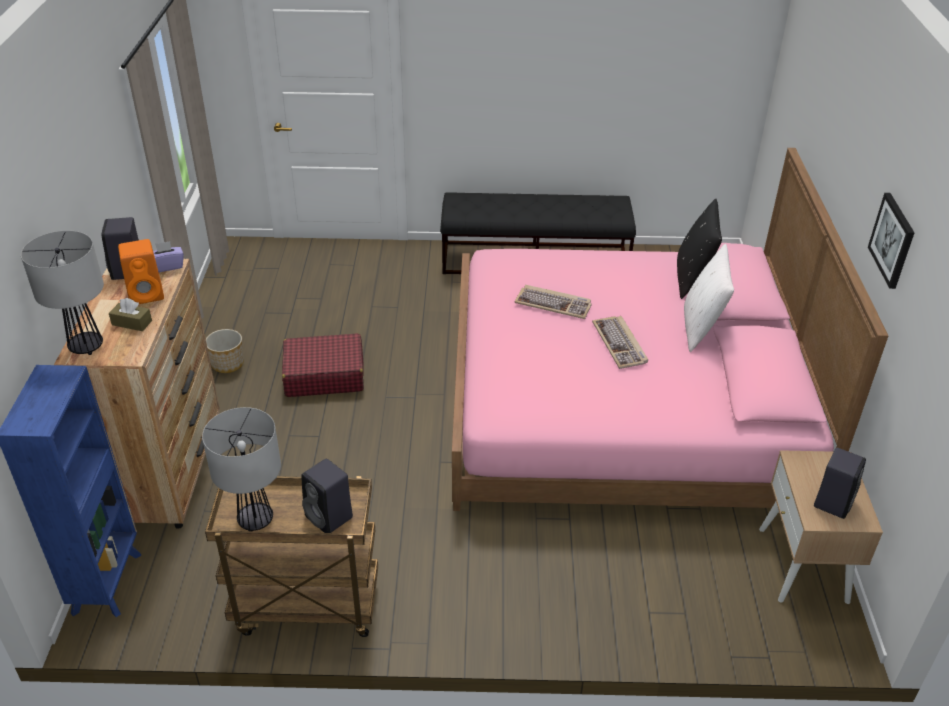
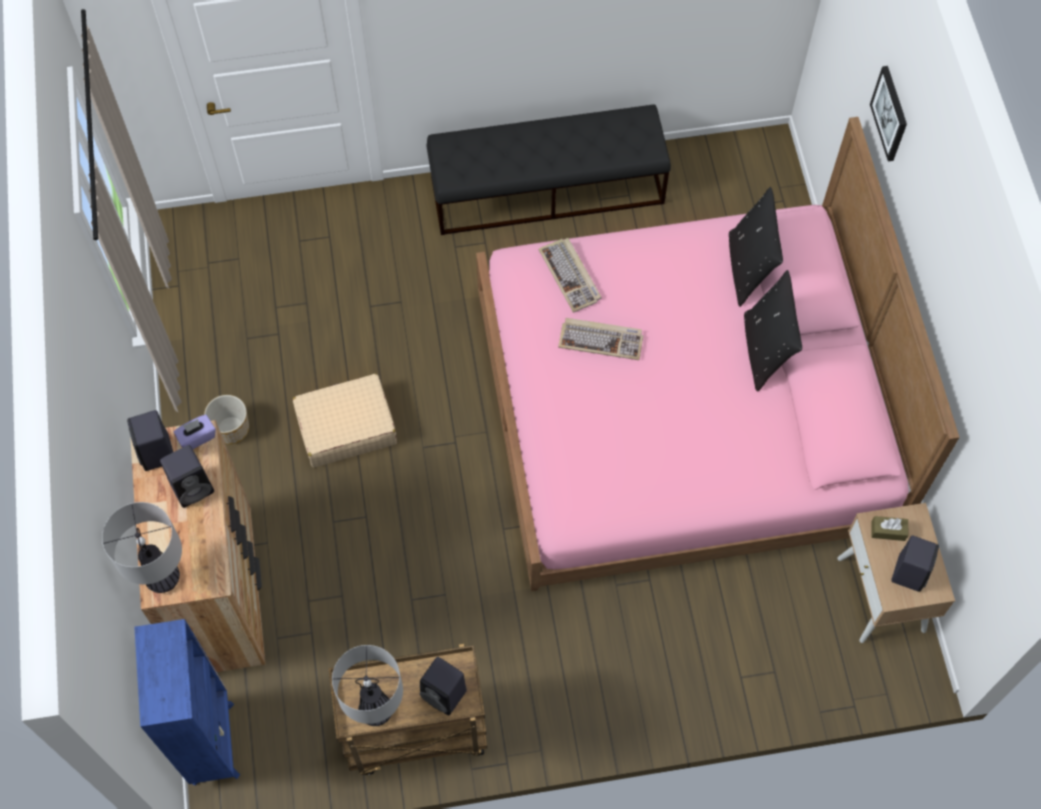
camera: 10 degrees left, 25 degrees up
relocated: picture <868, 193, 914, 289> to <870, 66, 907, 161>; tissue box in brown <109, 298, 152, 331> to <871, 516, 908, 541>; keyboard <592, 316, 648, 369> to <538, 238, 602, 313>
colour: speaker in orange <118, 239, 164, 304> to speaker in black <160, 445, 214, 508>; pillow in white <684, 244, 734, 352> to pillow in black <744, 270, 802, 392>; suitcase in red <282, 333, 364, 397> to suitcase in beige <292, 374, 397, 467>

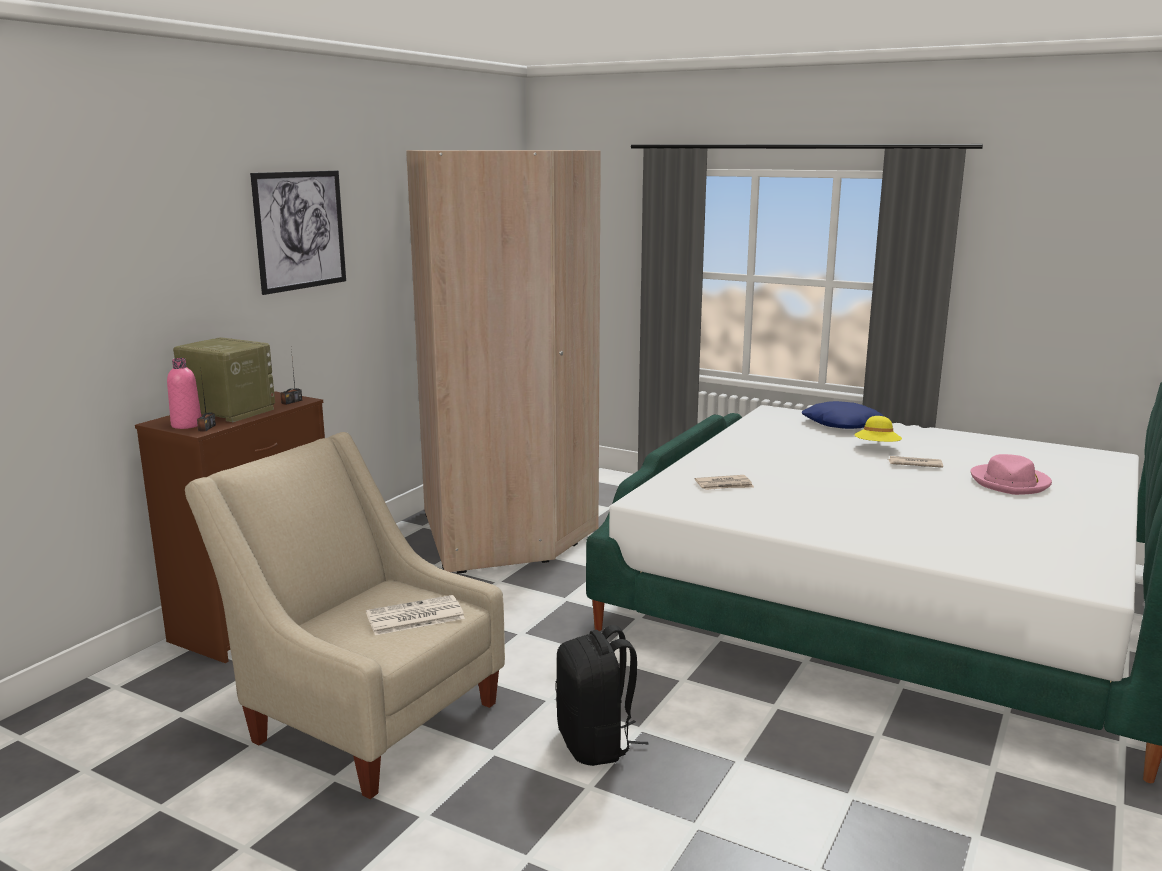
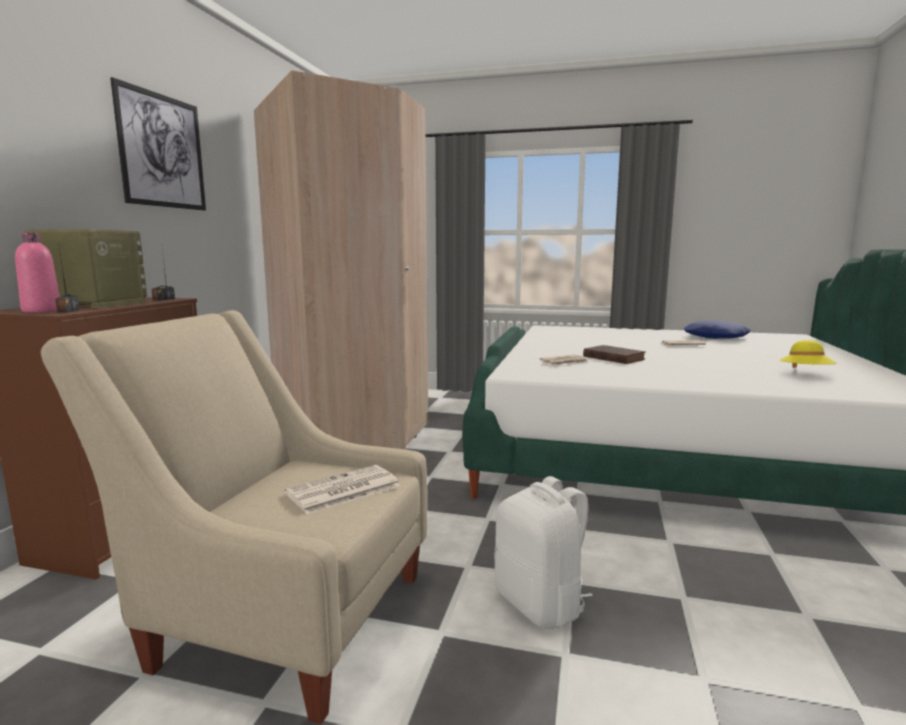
camera: 15 degrees left, 5 degrees down
missing: hat in pink <970, 454, 1052, 495>
appeared: book in brown <583, 345, 646, 364>
relocated: pillow in blue <802, 401, 883, 429> to <684, 321, 750, 339>; hat in yellow <854, 416, 902, 442> to <780, 340, 836, 368>
colour: backpack in black <555, 625, 648, 766> to backpack in white <494, 476, 593, 629>

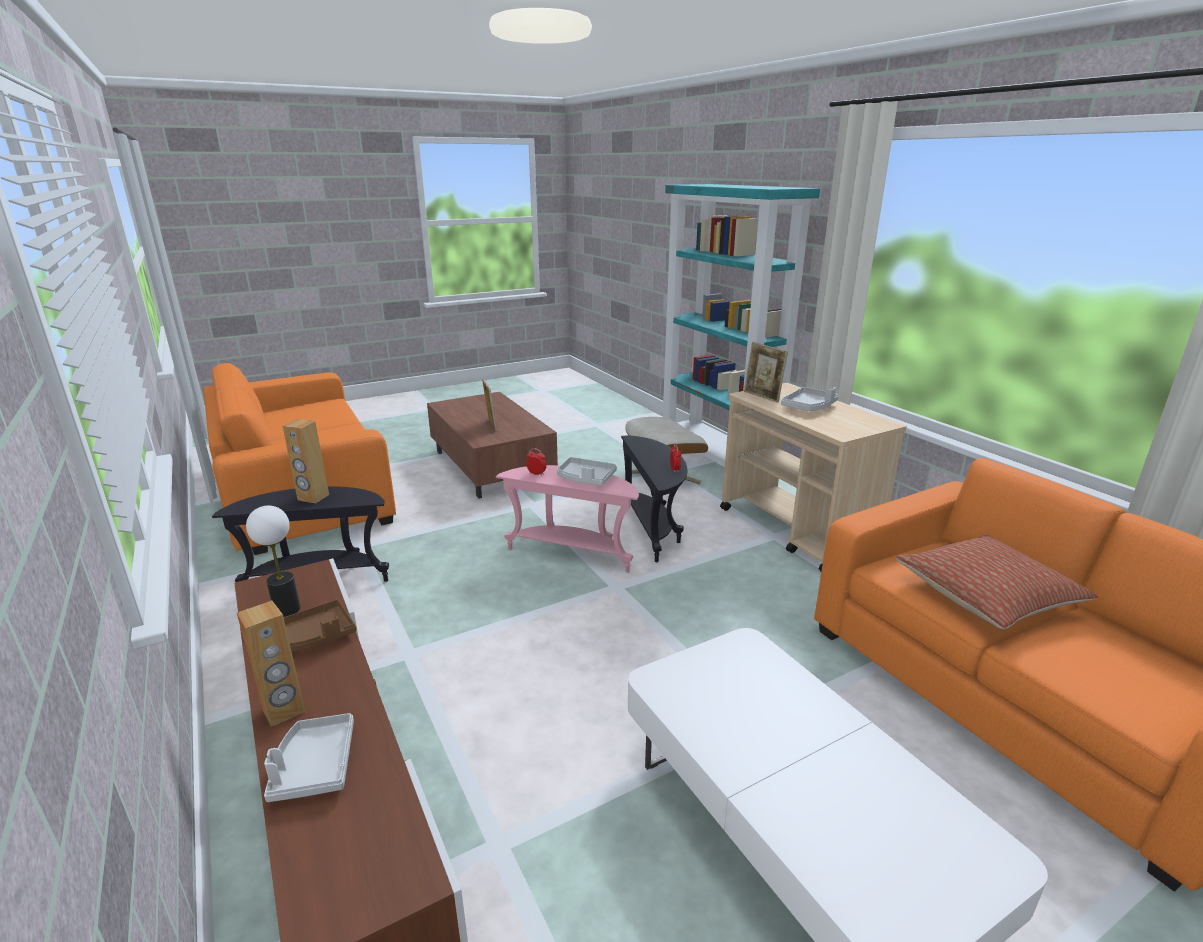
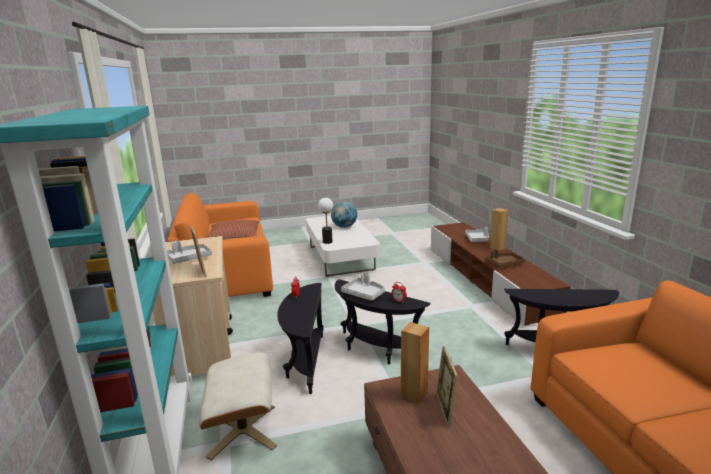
camera: 165 degrees left, 5 degrees down
appeared: globe <331, 202, 357, 228>
relocated: speaker in brown <283, 419, 329, 503> to <401, 322, 429, 404>; table lamp <246, 505, 300, 617> to <318, 198, 333, 244>
colour: side table in pink <496, 465, 639, 573> to side table in black <335, 279, 431, 364>

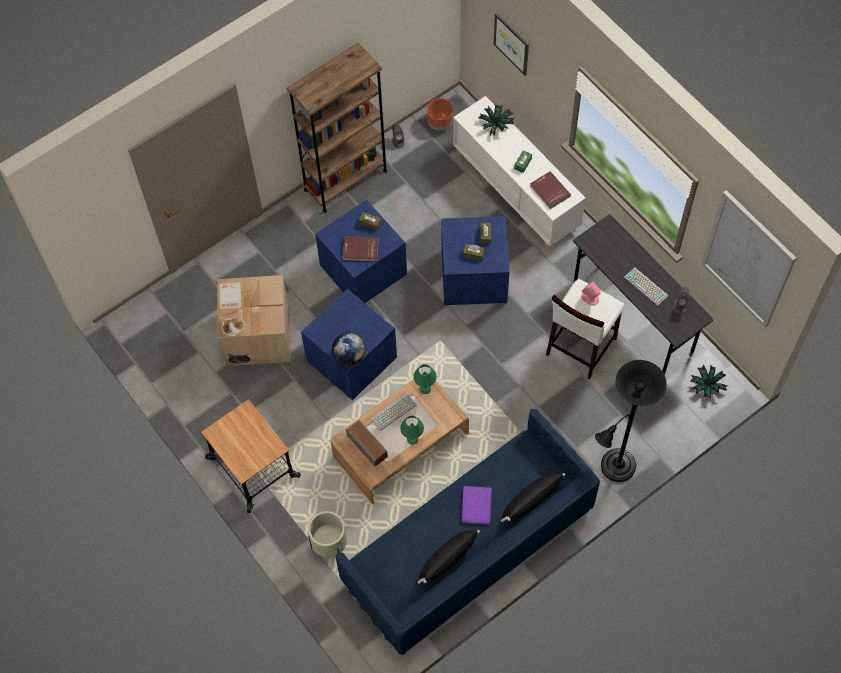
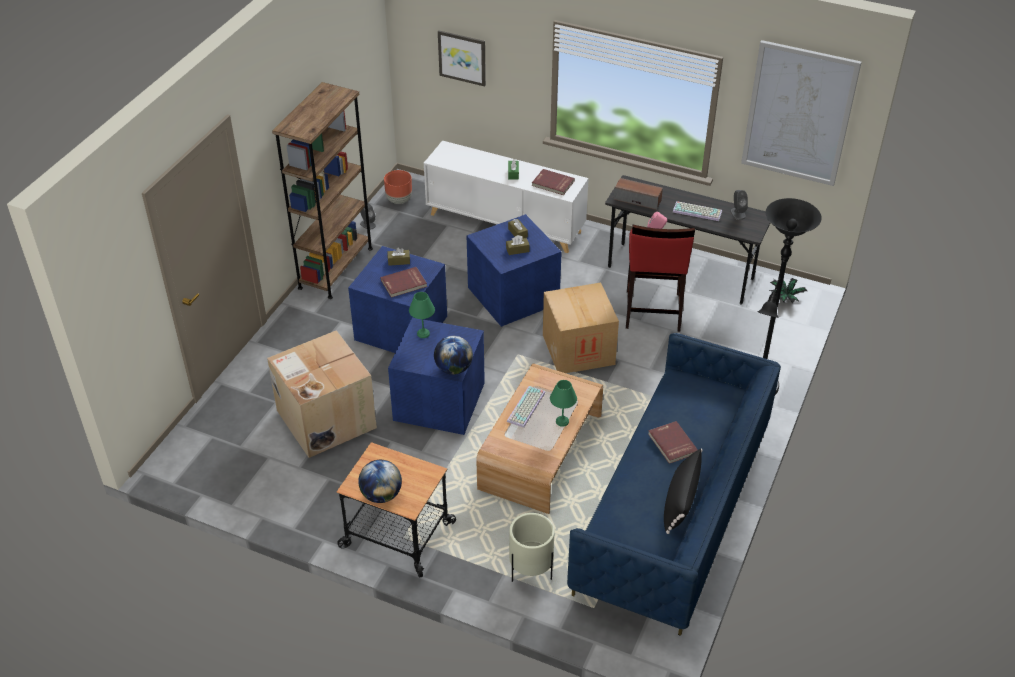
camera: 30 degrees left, 20 degrees down
missing: potted plant <478, 105, 515, 136>; pillow in black <501, 473, 565, 522>
appeared: cardboard box <543, 282, 619, 373>; globe <358, 460, 402, 503>
relocated: table lamp in green <413, 364, 437, 394> to <409, 292, 435, 338>; speaker <346, 420, 388, 467> to <614, 178, 663, 210>
colour: stool in white <546, 279, 624, 380> to stool in red <626, 225, 695, 332>; book in purple <462, 486, 492, 524> to book in red <648, 421, 698, 464>

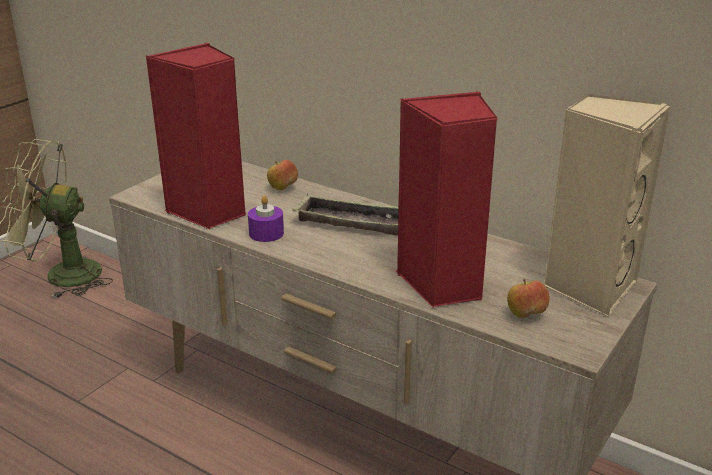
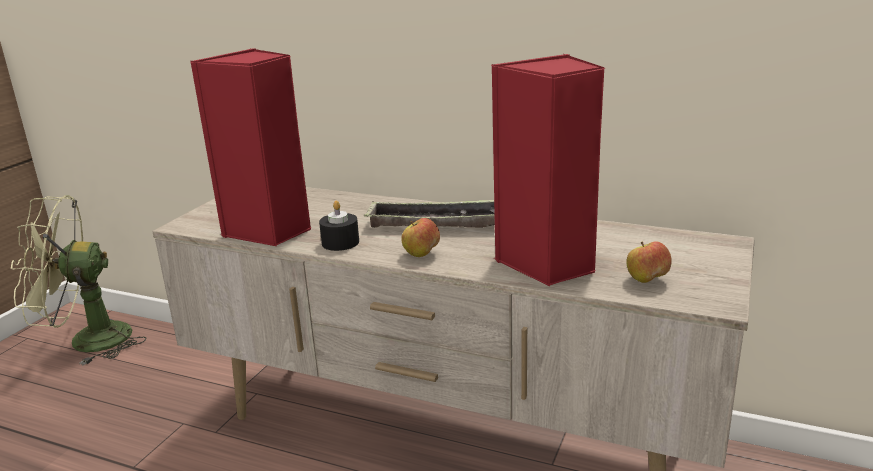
camera: 10 degrees left, 5 degrees down
missing: speaker in beige <544, 94, 671, 317>
relocated: apple <267, 160, 298, 190> to <401, 218, 440, 257>
colour: candle in purple <248, 196, 284, 242> to candle in black <319, 201, 359, 251>

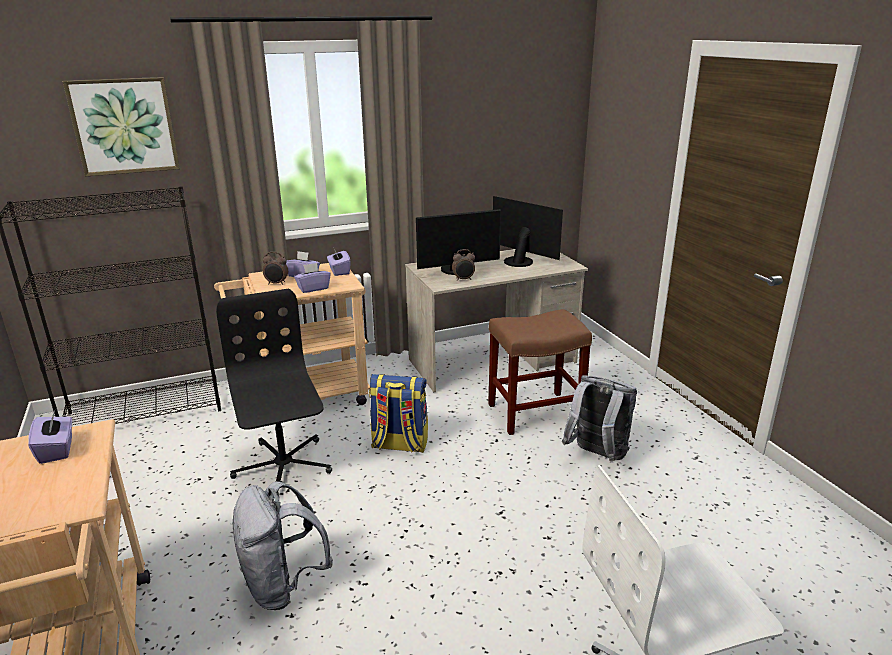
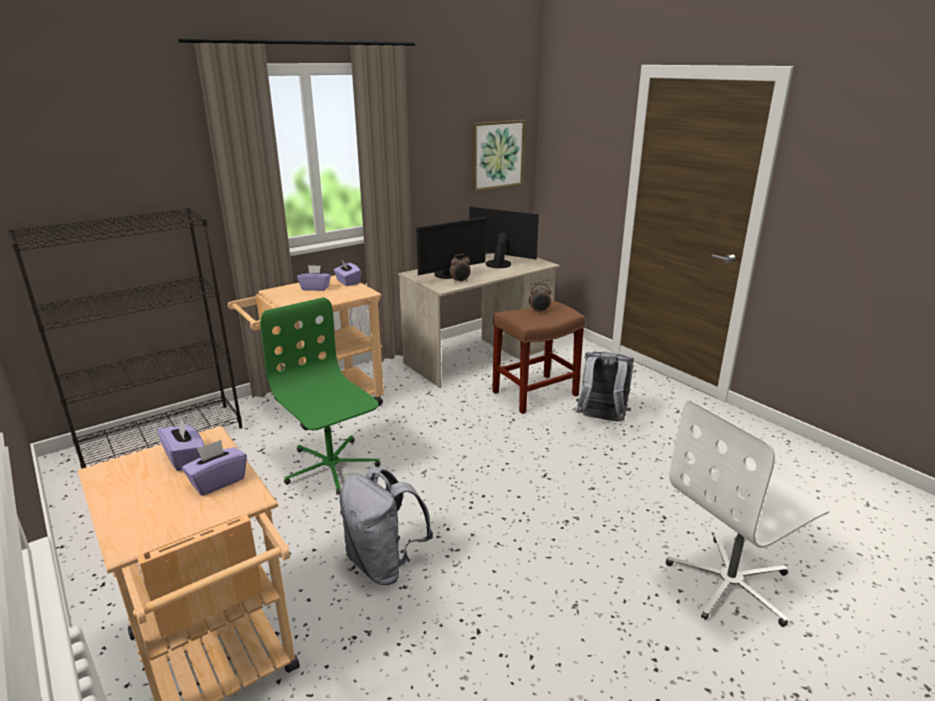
camera: 15 degrees left, 0 degrees up
missing: backpack <369, 374, 428, 453>
relocated: picture <63, 77, 180, 177> to <472, 120, 525, 191>; alarm clock <263, 252, 288, 285> to <529, 283, 551, 313>; tissue box in purple <294, 263, 331, 293> to <182, 440, 247, 496>
colour: office chair in black <216, 289, 332, 497> to office chair in green <260, 297, 381, 495>

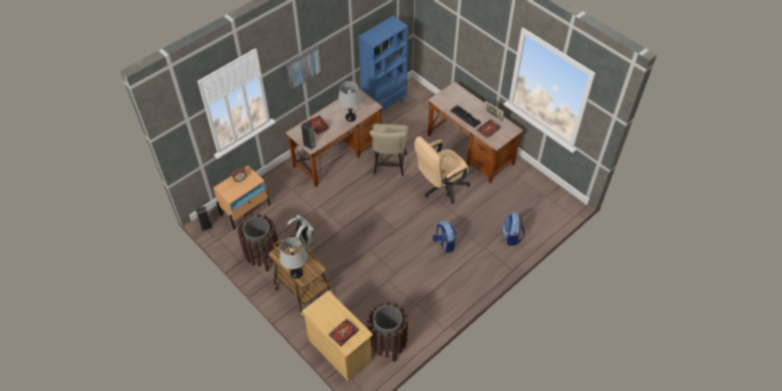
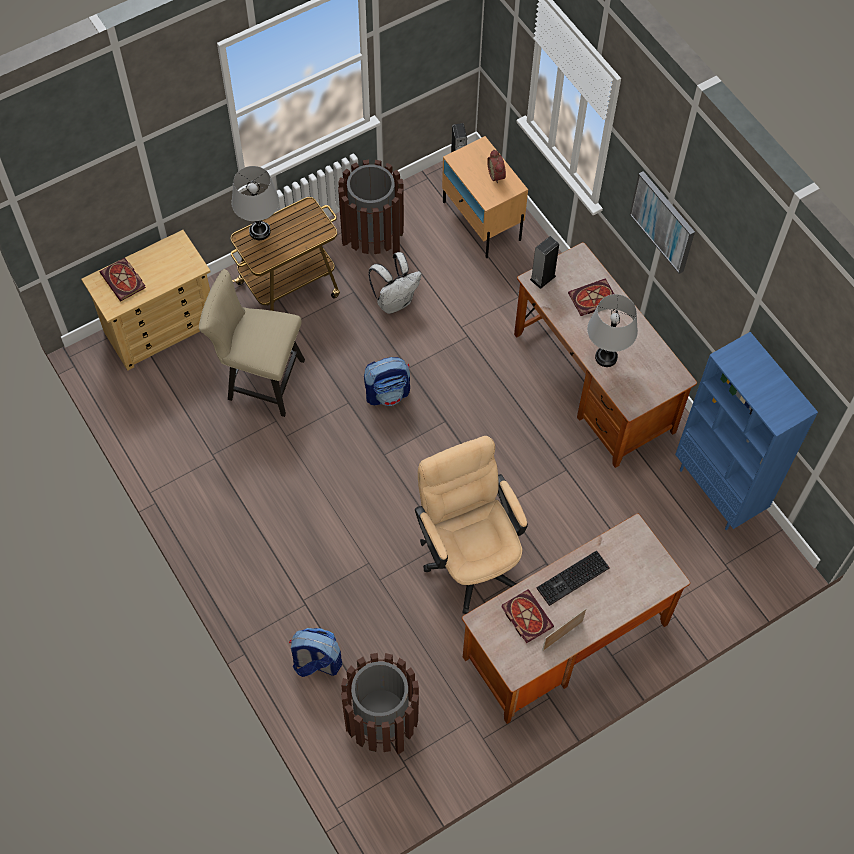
camera: 100 degrees right, 10 degrees up
relocated: chair in beige <370, 124, 408, 176> to <199, 269, 305, 417>; backpack <433, 220, 457, 253> to <364, 357, 410, 406>; trash can in brown <368, 301, 408, 362> to <341, 653, 419, 754>

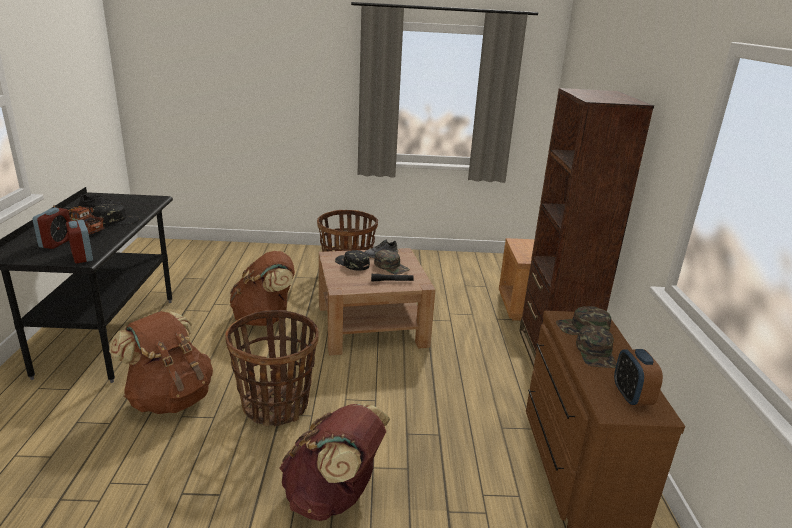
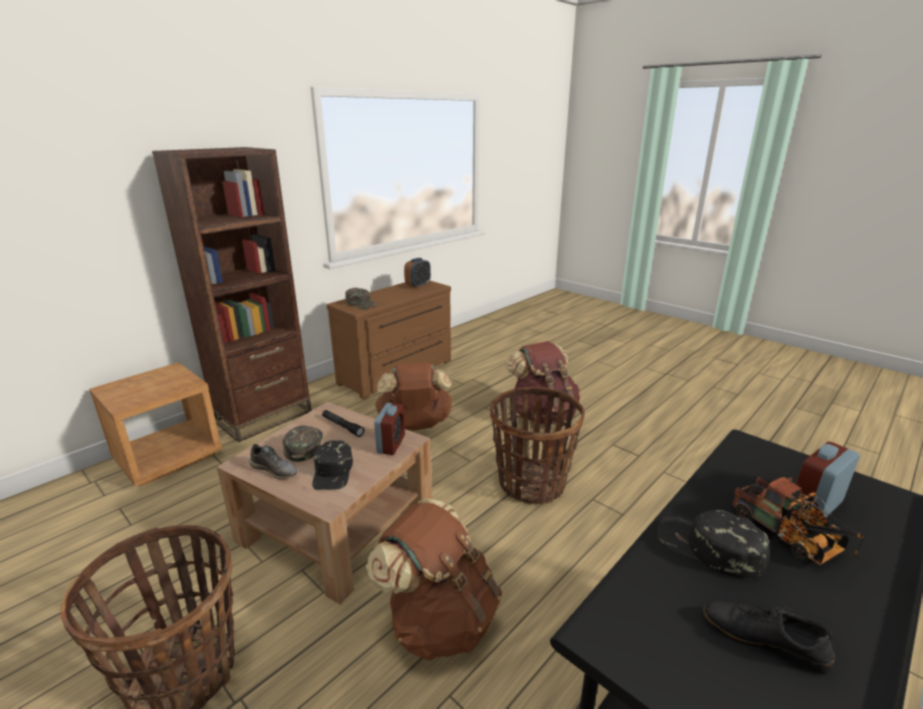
camera: 135 degrees left, 0 degrees up
missing: cap in green <576, 325, 616, 368>
relocated: alarm clock <66, 220, 93, 263> to <374, 403, 405, 455>; backpack in brown <109, 311, 213, 414> to <375, 362, 453, 430>

